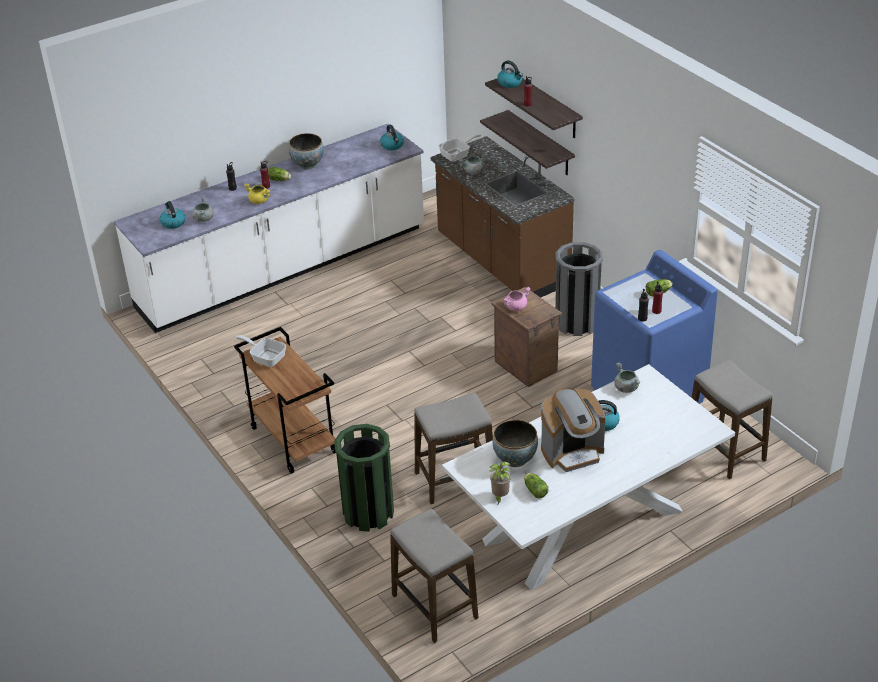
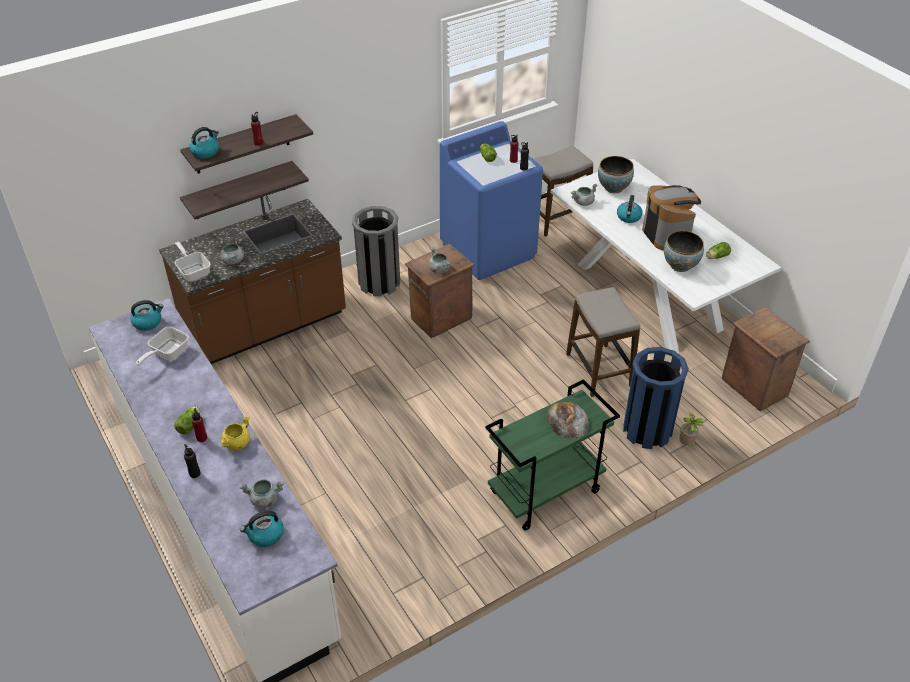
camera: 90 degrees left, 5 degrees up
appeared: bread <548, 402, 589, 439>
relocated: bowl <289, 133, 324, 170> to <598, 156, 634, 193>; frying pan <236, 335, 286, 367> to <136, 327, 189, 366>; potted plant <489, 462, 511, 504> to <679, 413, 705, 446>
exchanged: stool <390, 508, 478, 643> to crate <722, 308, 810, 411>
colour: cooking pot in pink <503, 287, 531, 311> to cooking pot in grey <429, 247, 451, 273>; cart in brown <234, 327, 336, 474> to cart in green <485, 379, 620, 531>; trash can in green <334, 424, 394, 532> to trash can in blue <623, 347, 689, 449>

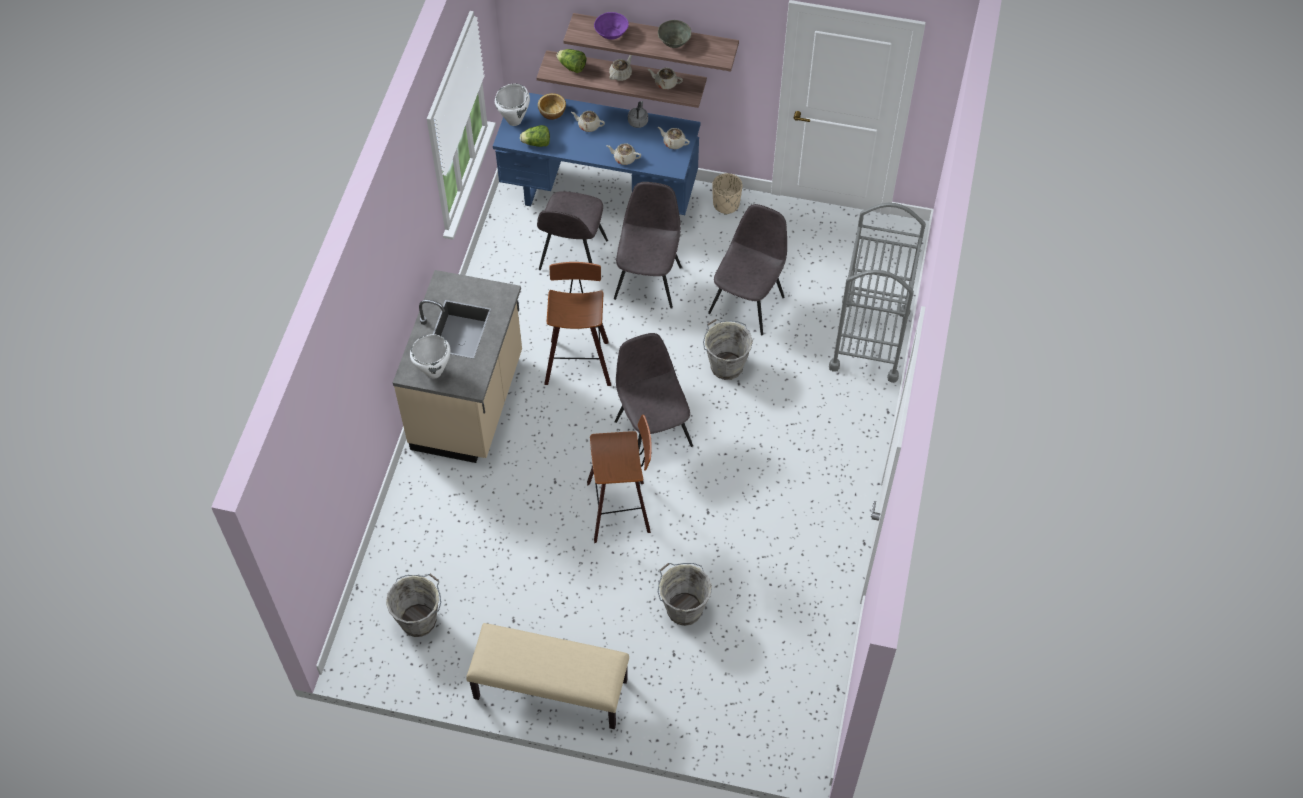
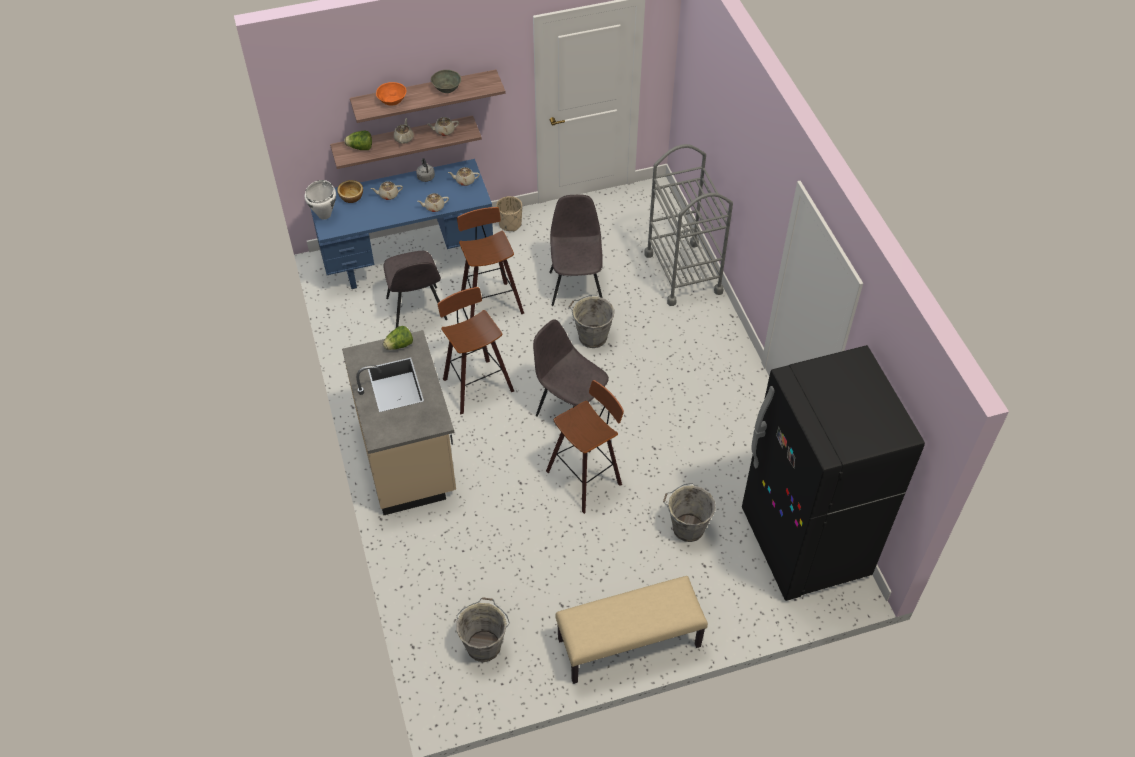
camera: 30 degrees left, 5 degrees down
missing: cooking pot in white <410, 334, 451, 379>
appeared: fridge in black <742, 345, 925, 601>
relocated: lettuce <520, 125, 550, 147> to <383, 326, 413, 350>
exchanged: chair in grey <614, 182, 682, 309> to stool <457, 207, 524, 318>
colour: bowl in purple <594, 12, 629, 40> to bowl in orange <376, 82, 406, 106>

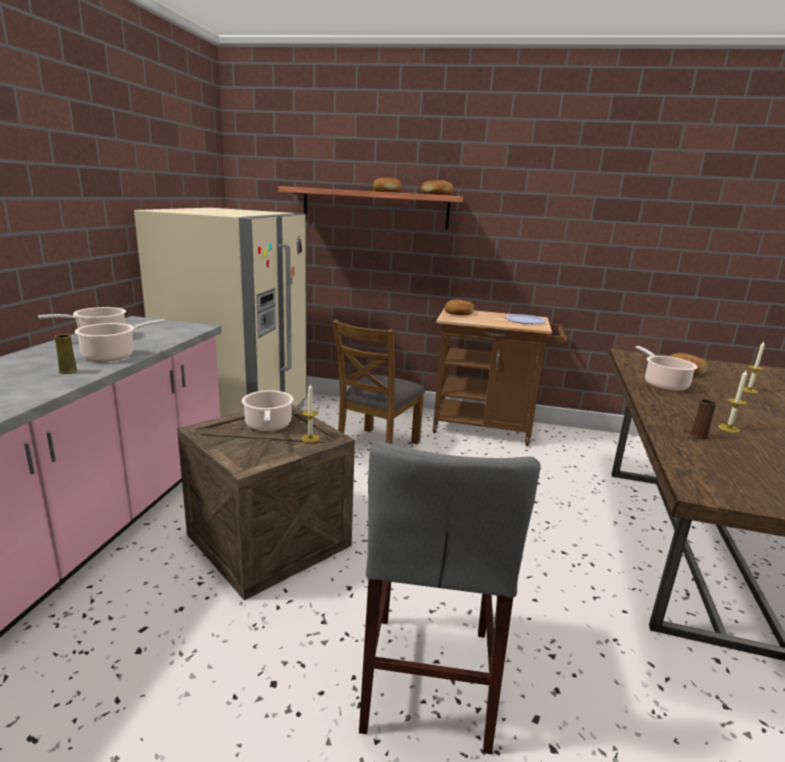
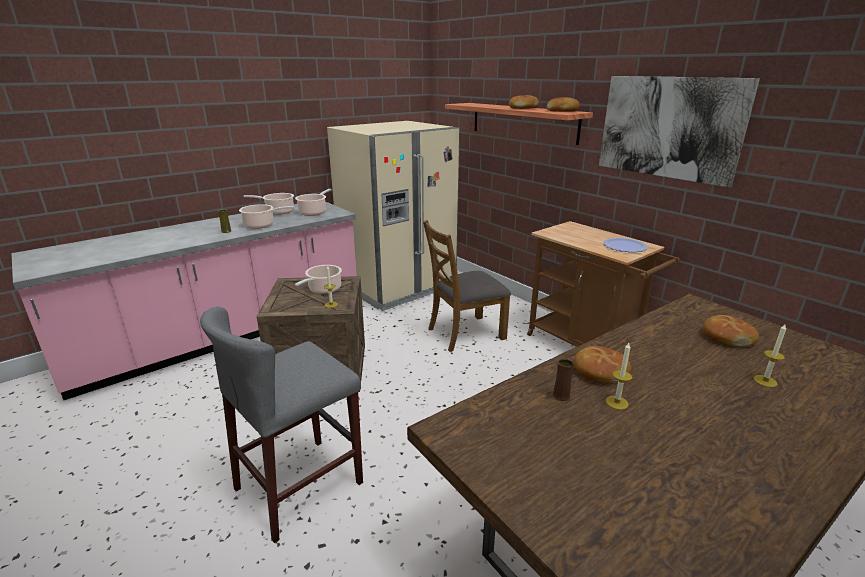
camera: 40 degrees right, 5 degrees up
appeared: picture <599, 76, 760, 188>
relocated: bread <444, 299, 474, 315> to <574, 346, 631, 383>; cooking pot <635, 346, 698, 391> to <295, 189, 332, 216>

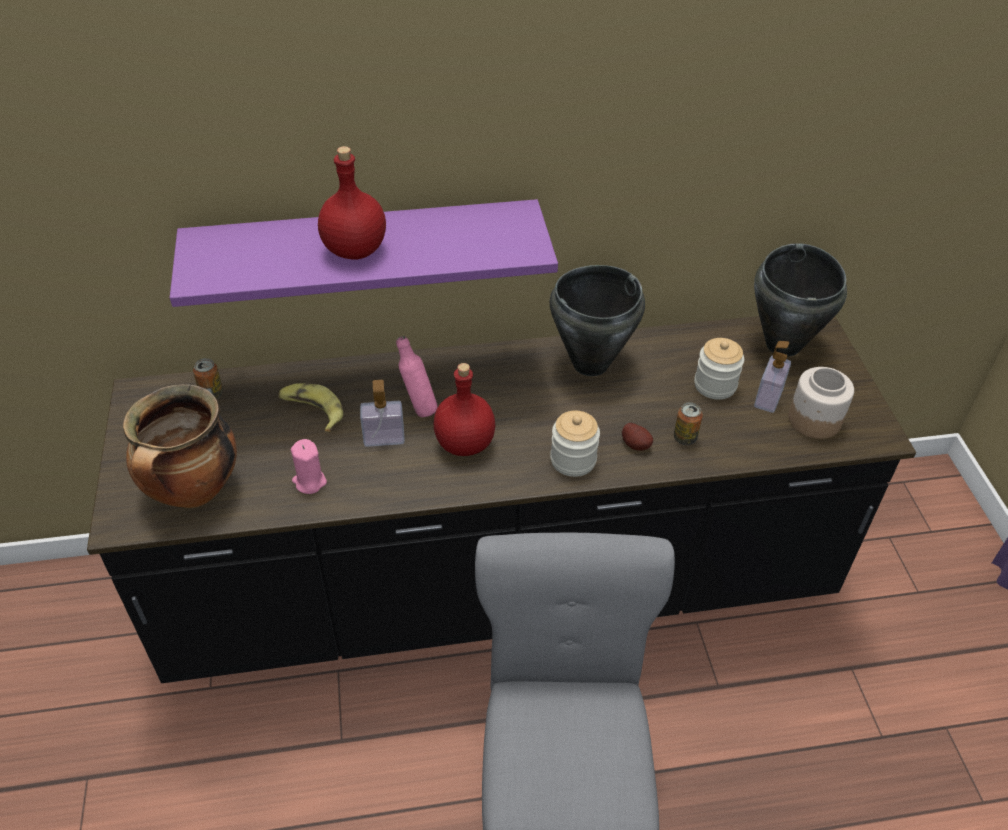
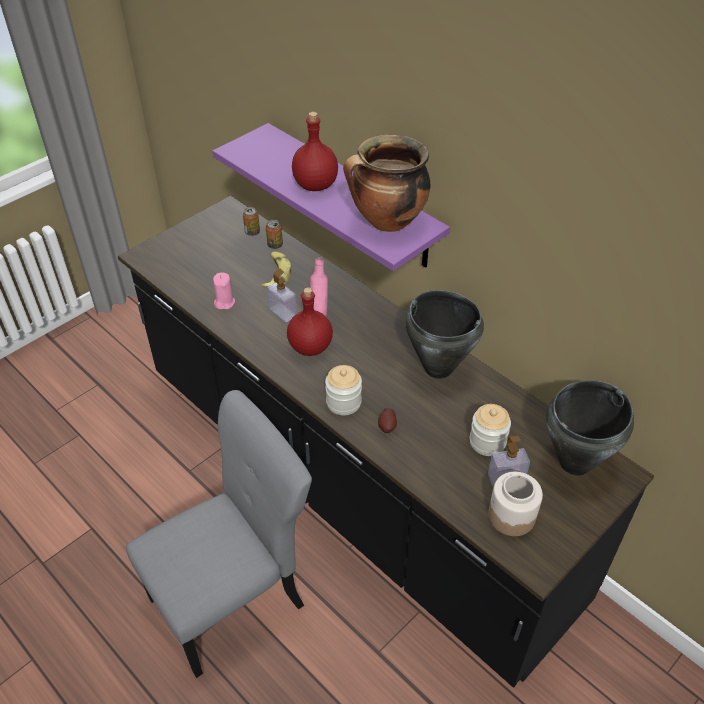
camera: 55 degrees right, 0 degrees up
relocated: cooking pot <123, 384, 237, 508> to <343, 135, 431, 232>; can <674, 402, 703, 445> to <266, 220, 283, 249>

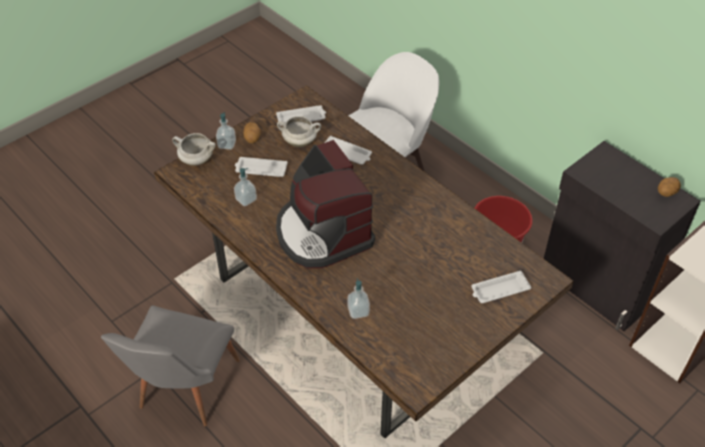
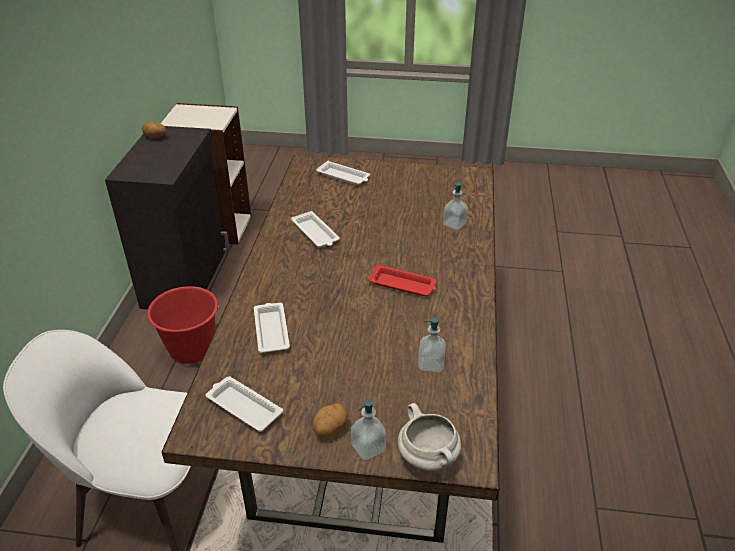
camera: 130 degrees left, 10 degrees down
missing: cooking pot in white <277, 116, 321, 147>; chair in grey <101, 306, 240, 426>
relocated: tray in white <235, 157, 288, 177> to <291, 211, 340, 247>
exchanged: coffee machine <276, 140, 375, 268> to tray in red <368, 264, 436, 296>

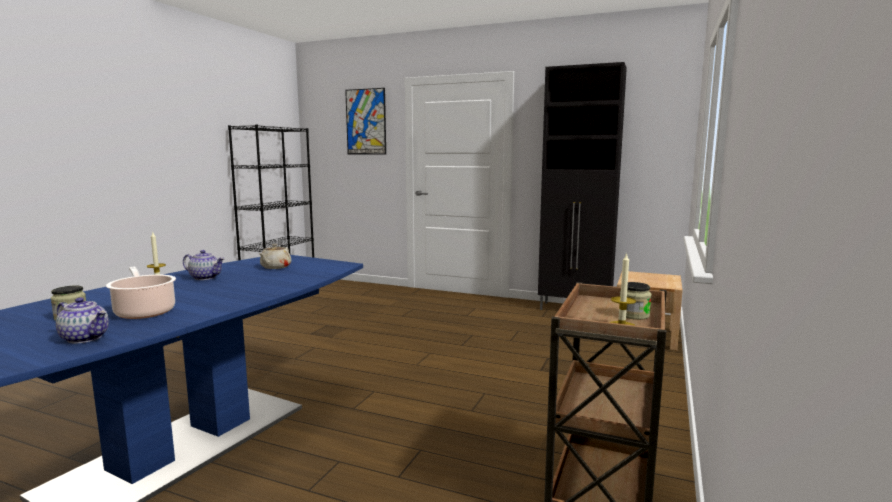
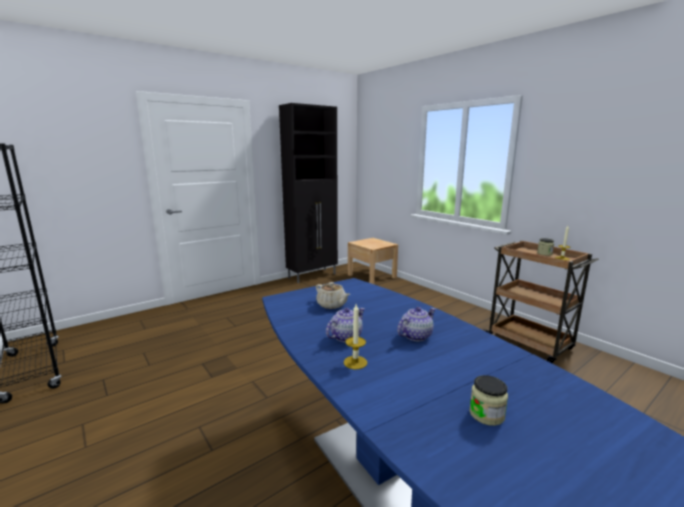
camera: 60 degrees left, 5 degrees up
missing: picture <345, 88, 386, 155>; cooking pot <106, 267, 176, 319>
relocated: teapot <56, 297, 109, 343> to <397, 307, 436, 341>

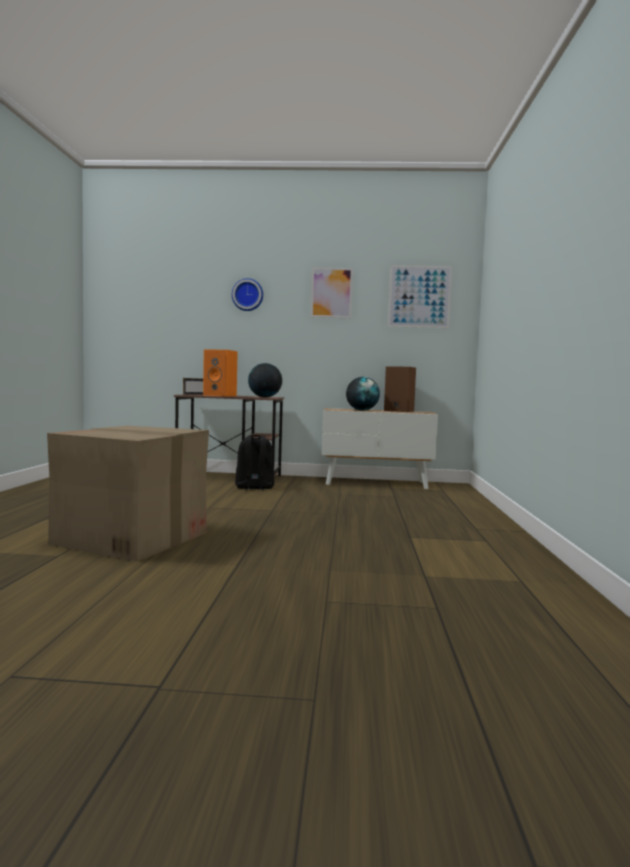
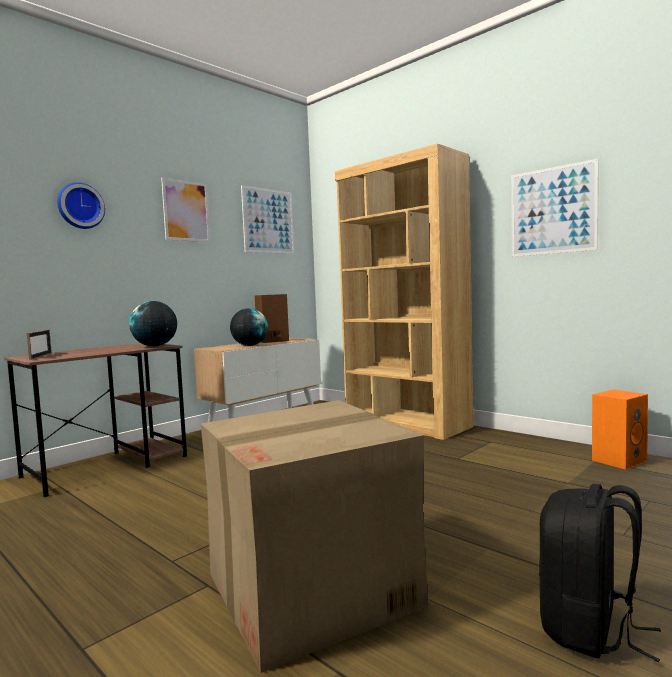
camera: 50 degrees left, 0 degrees up
appeared: bookcase in brown <335, 144, 473, 440>; picture <511, 159, 599, 257>
relocated: speaker in orange <203, 349, 238, 396> to <592, 389, 648, 470>; backpack in black <235, 435, 274, 491> to <539, 484, 661, 662>

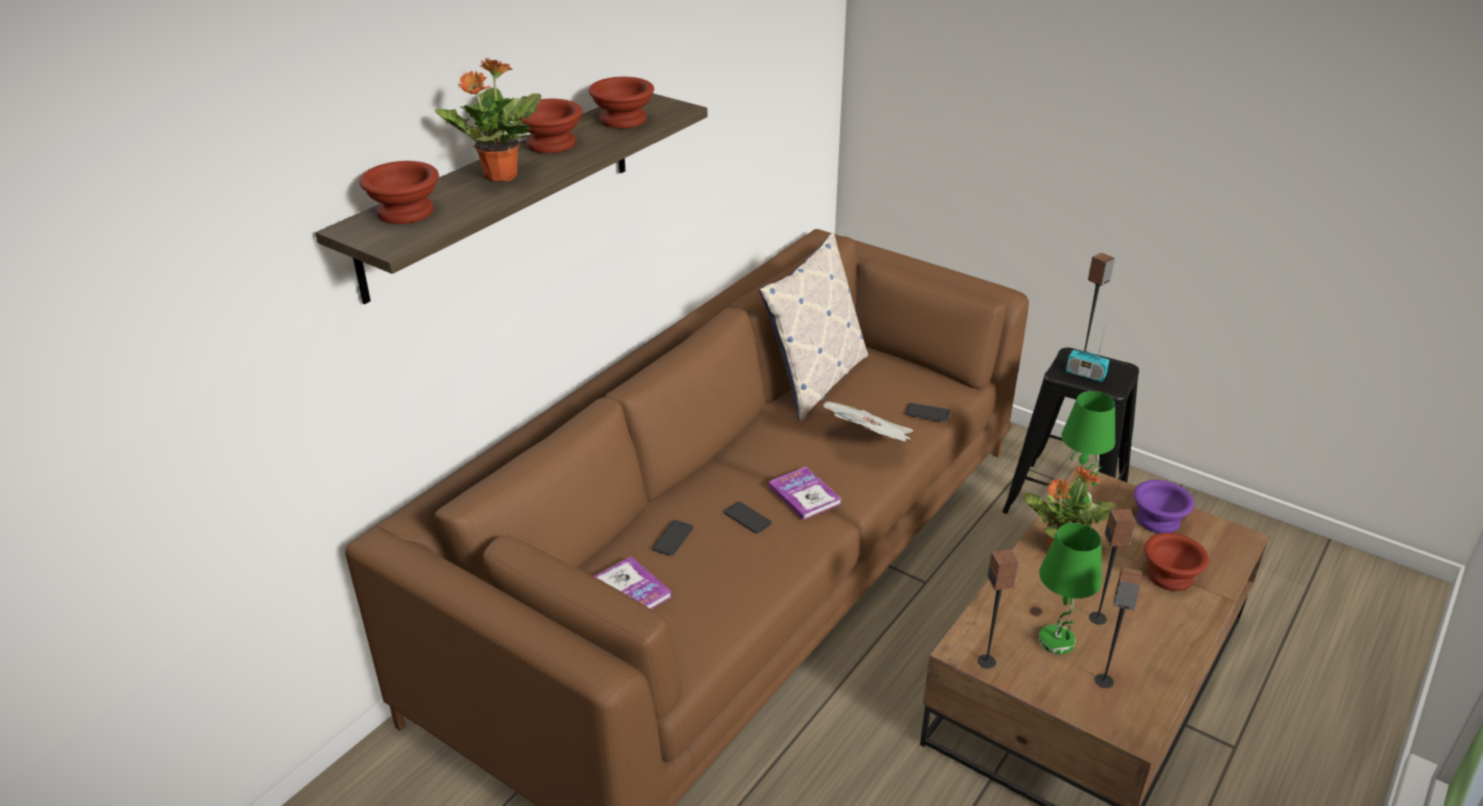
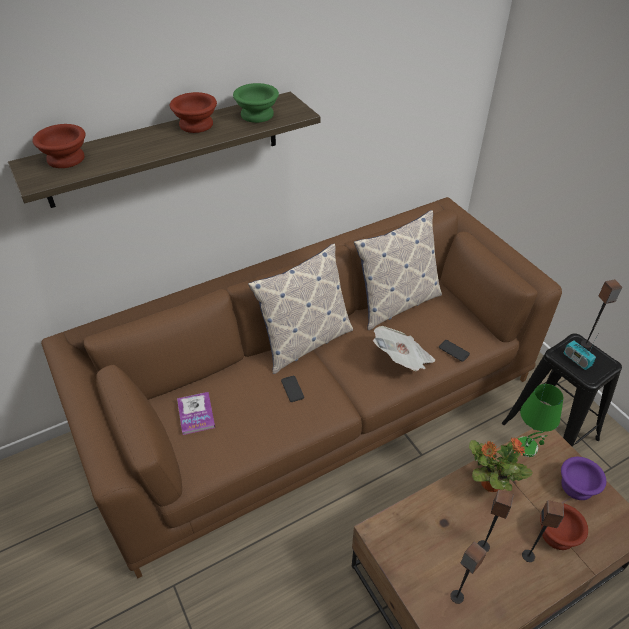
camera: 25 degrees right, 10 degrees up
missing: potted plant <435, 58, 541, 182>; book <768, 467, 841, 520>; phone <652, 520, 693, 556>; table lamp in green <1038, 523, 1102, 654>
appeared: pillow <248, 244, 353, 374>
relocated: speaker <978, 549, 1019, 669> to <522, 500, 564, 562>
colour: bowl in brown <589, 77, 654, 129> to bowl in green <233, 83, 279, 123>

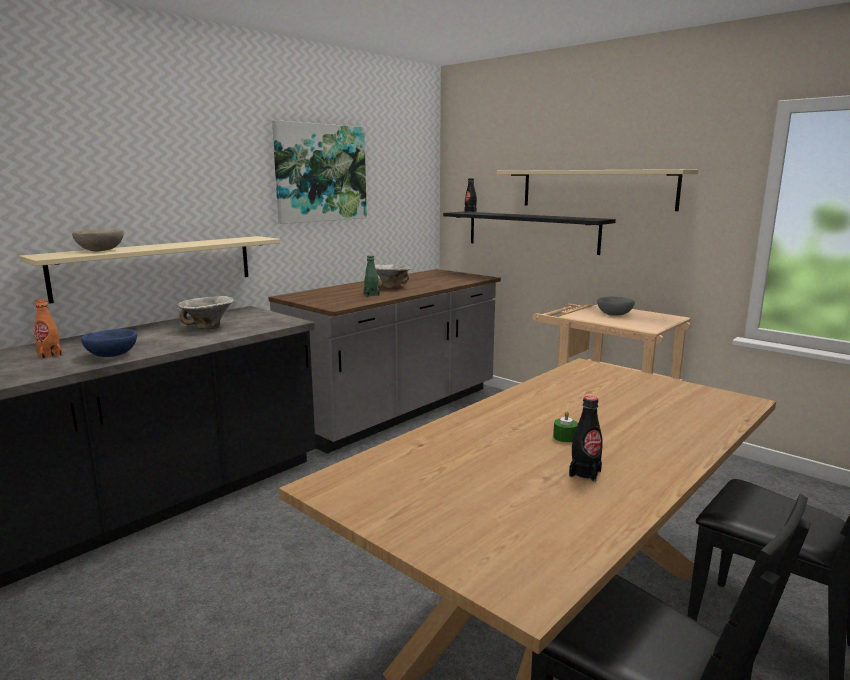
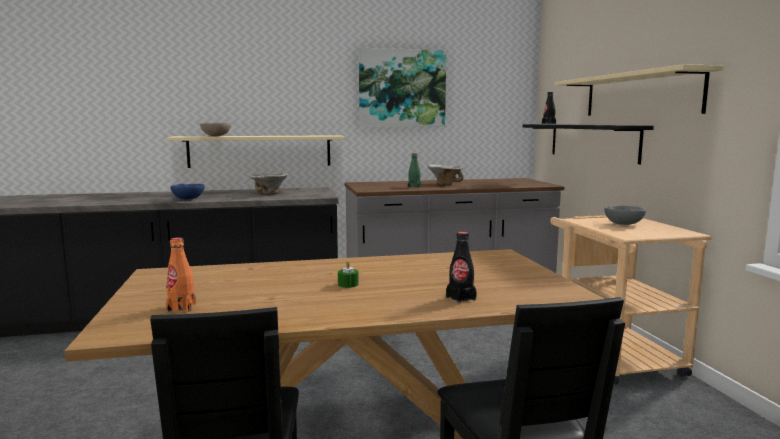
camera: 35 degrees right, 5 degrees down
relocated: bottle in orange <34, 299, 63, 359> to <166, 237, 196, 312>; bottle in black <569, 396, 603, 482> to <446, 232, 477, 303>

